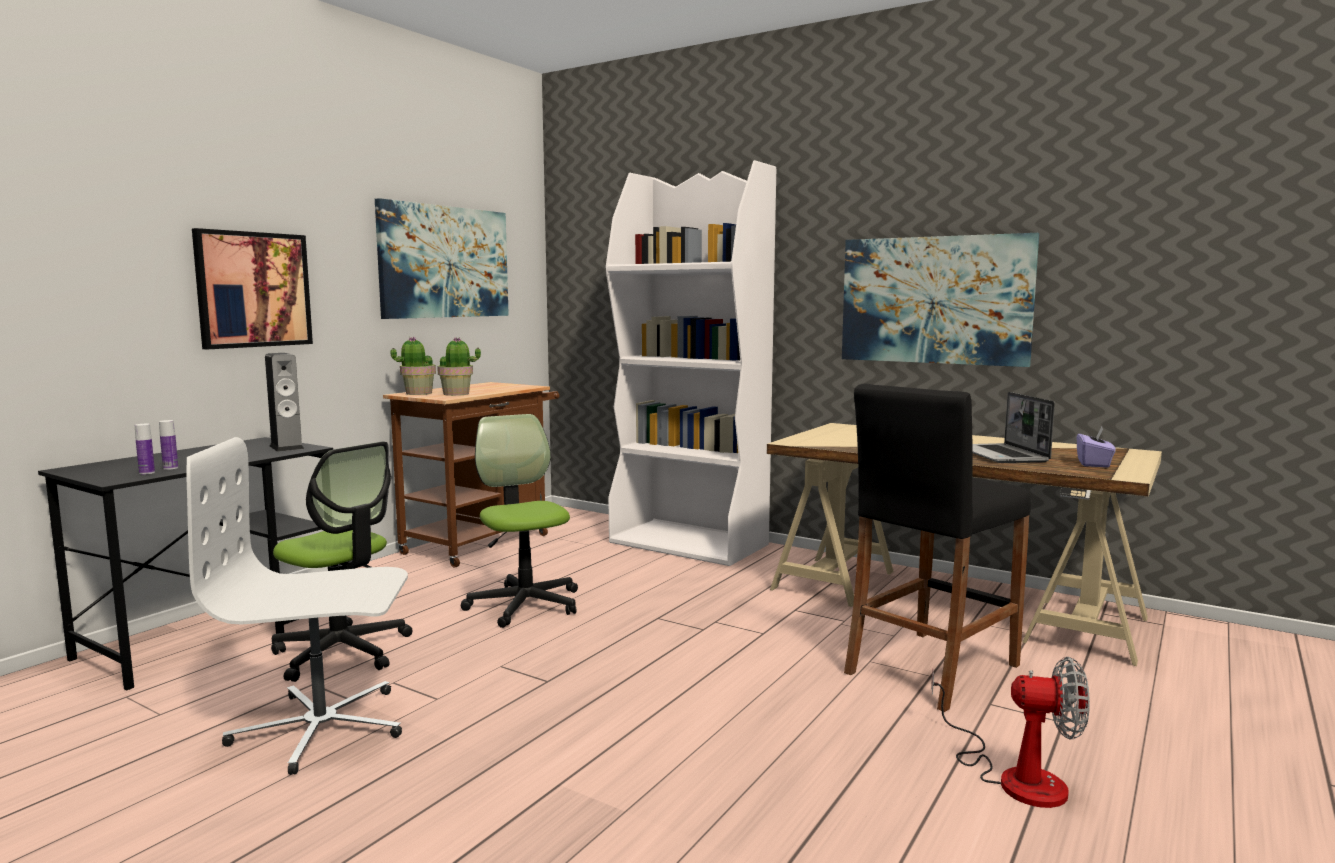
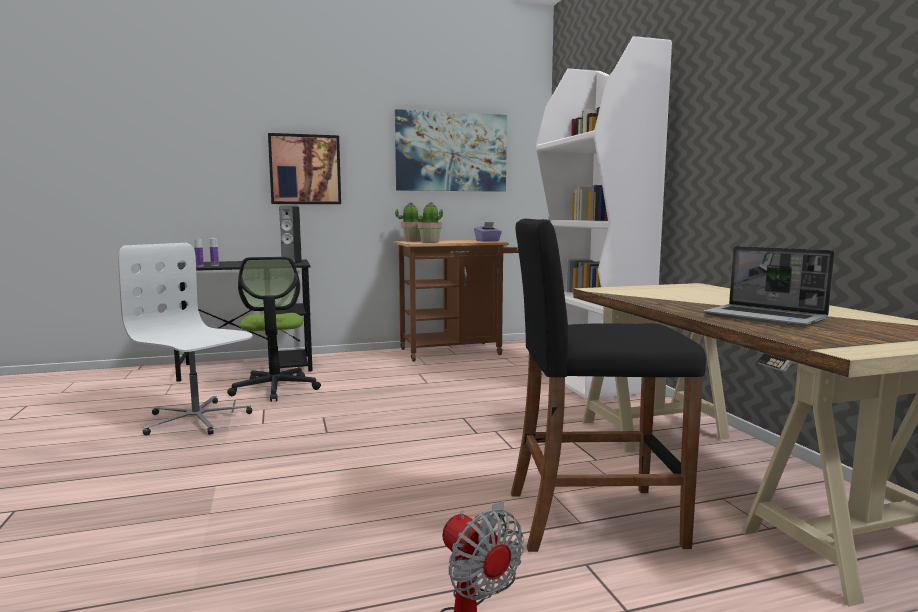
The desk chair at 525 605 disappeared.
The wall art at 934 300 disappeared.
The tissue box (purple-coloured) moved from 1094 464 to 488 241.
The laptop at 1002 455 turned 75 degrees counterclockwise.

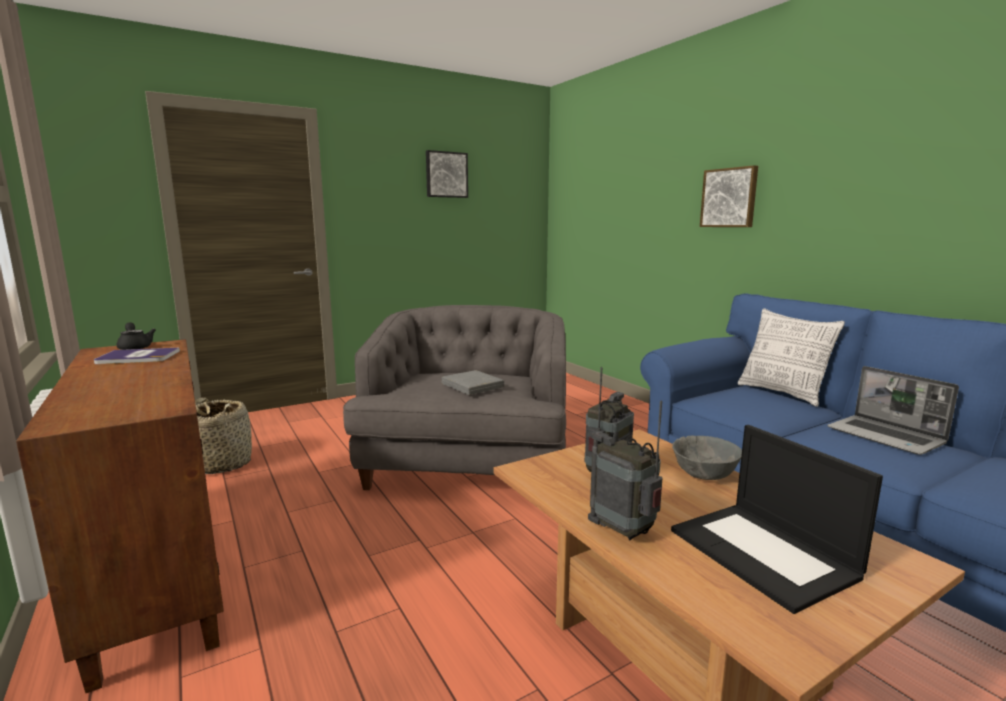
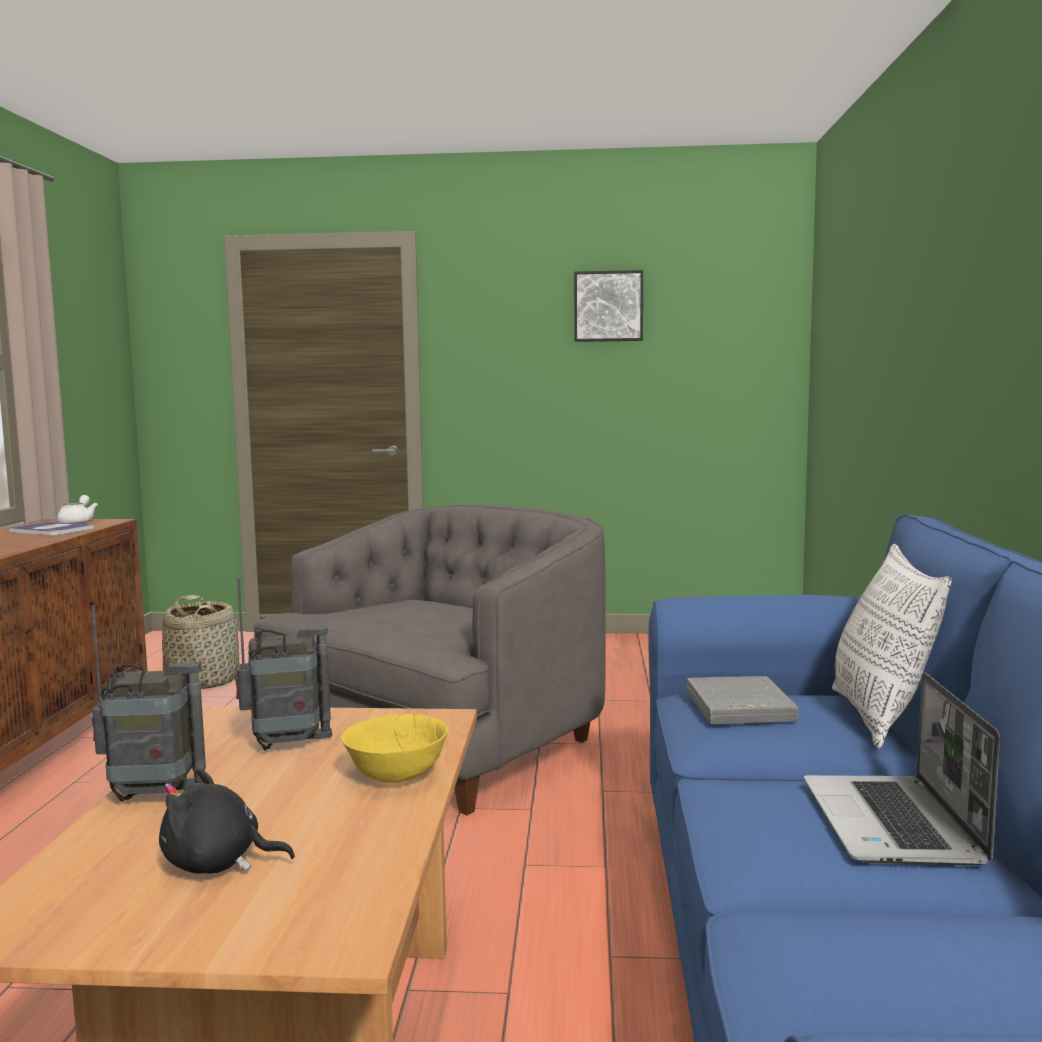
The wall art at 729 198 disappeared.
The bound book (gray) moved from 472 386 to 739 708.
The laptop at 764 553 was replaced by the soft toy (black-coloured) at 217 864.
The tea pot (black-coloured) at 135 347 became the tea pot (whitish) at 78 521.
The serving bowl (gray) at 704 475 became the serving bowl (yellow-coloured) at 395 776.
The radio receiver at 623 532 turned 90 degrees clockwise.

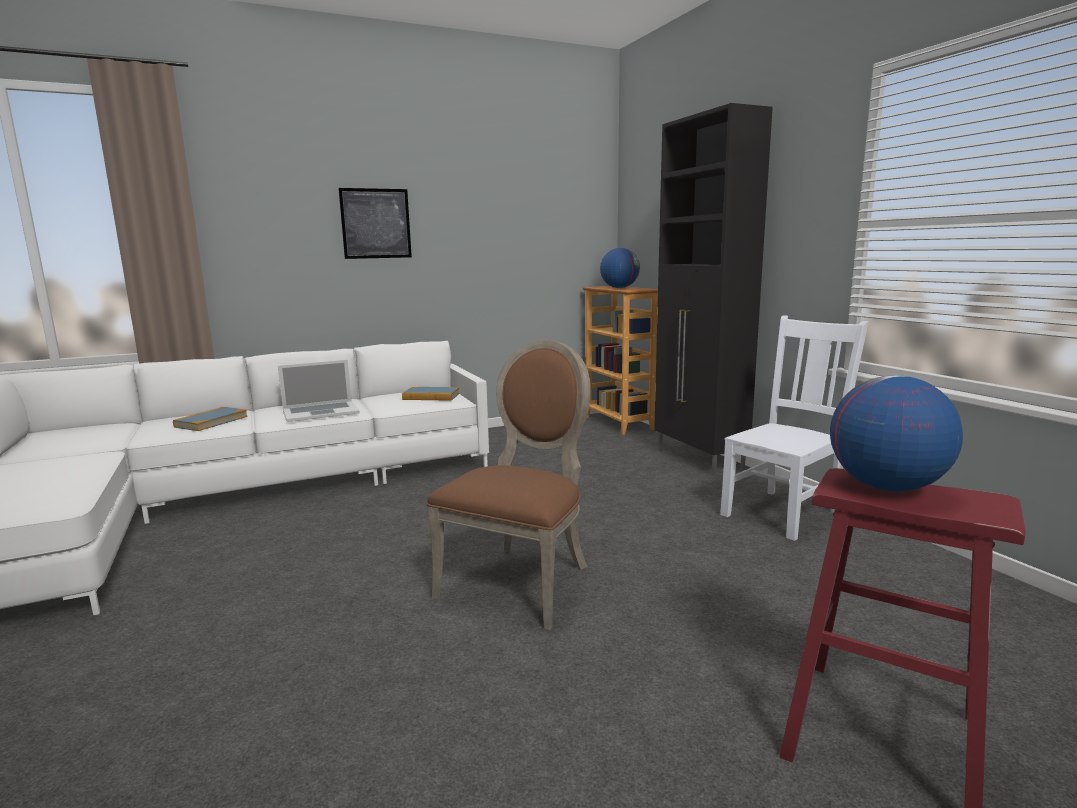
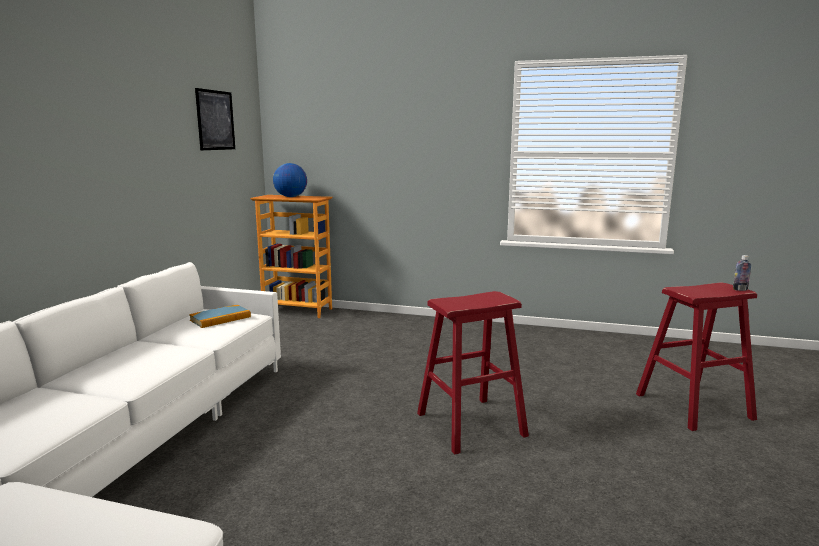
The bound book at 211 421 disappeared.
The laptop at 320 411 disappeared.
The storage cabinet (black-coloured) at 699 460 disappeared.
The chair (whitish) at 783 512 disappeared.
The world globe at 886 487 disappeared.
The bottle at 740 289 appeared.
The wall art moved from 376 223 to 215 120.
The chair (brownish) at 521 580 was replaced by the stool seat (reddish) at 470 424.

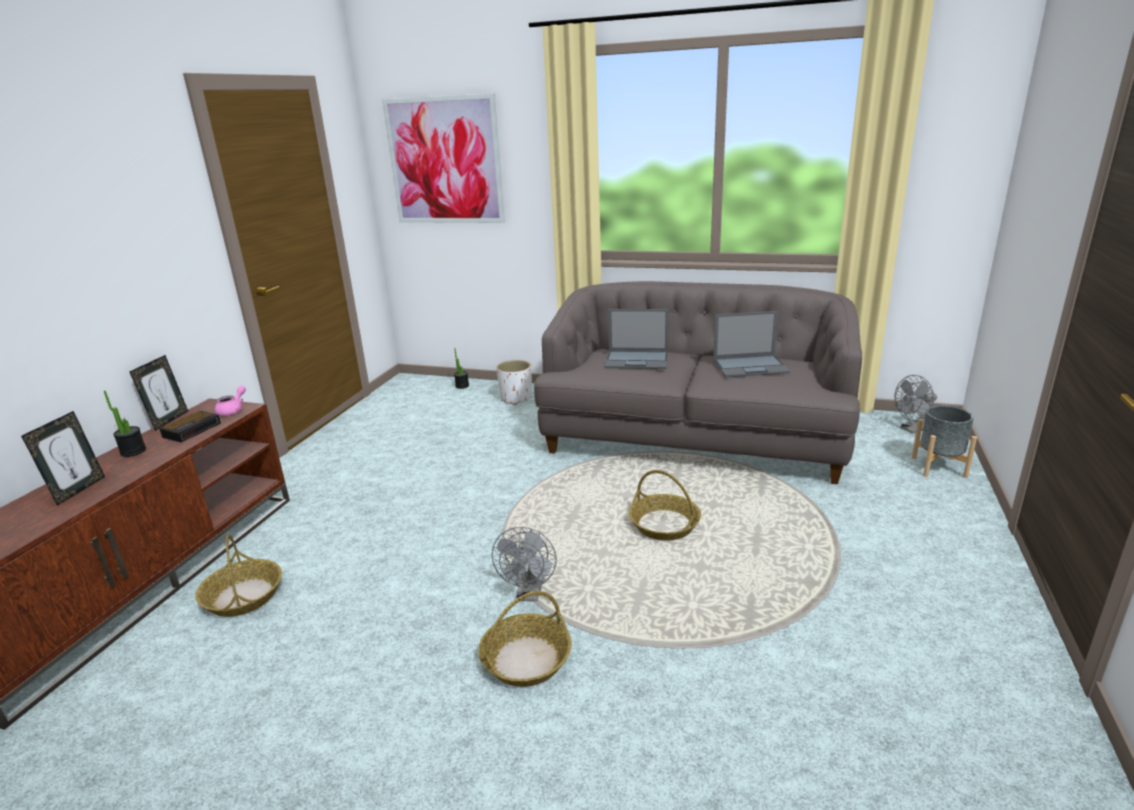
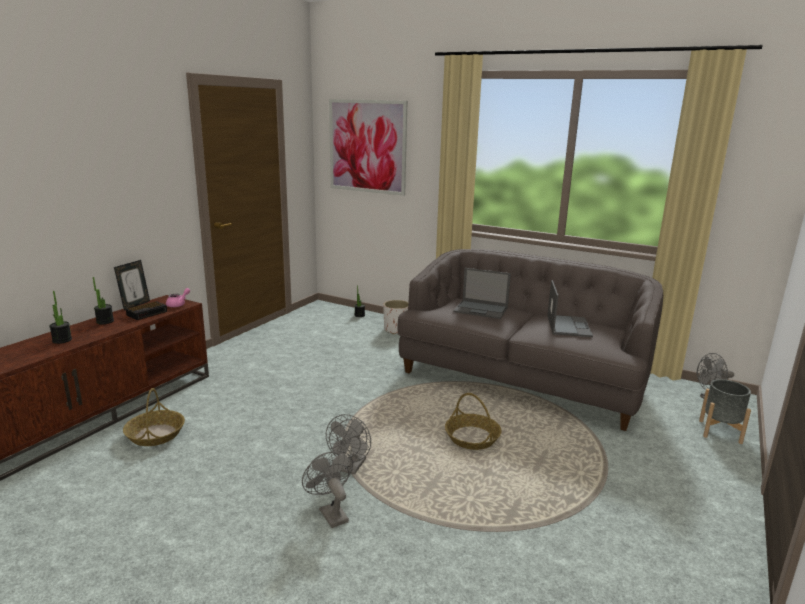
The standing frame at 78 490 was replaced by the plant in a pot at 62 340.
The storage basket at 526 660 was replaced by the electric fan (gray) at 330 513.
The laptop at 751 366 turned 90 degrees counterclockwise.

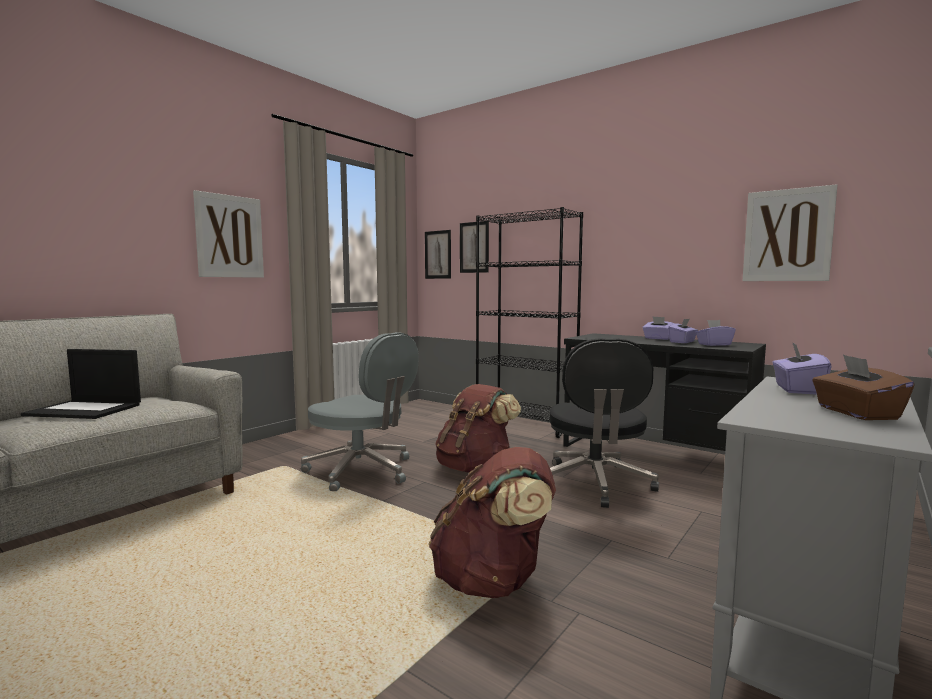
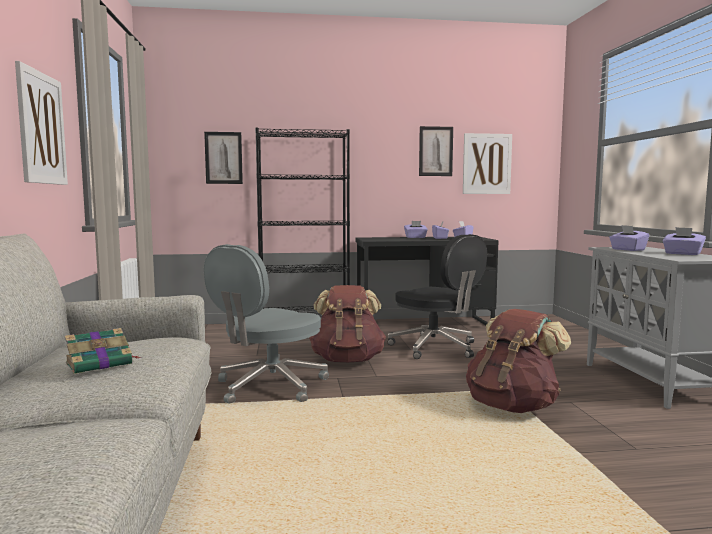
The wall art moved from 438 254 to 435 151.
The laptop at 86 410 was replaced by the bound book at 101 363.
The tissue box (brownish) at 856 413 became the tissue box (purple-coloured) at 682 254.
The desk chair (gray) at 362 471 turned 135 degrees clockwise.

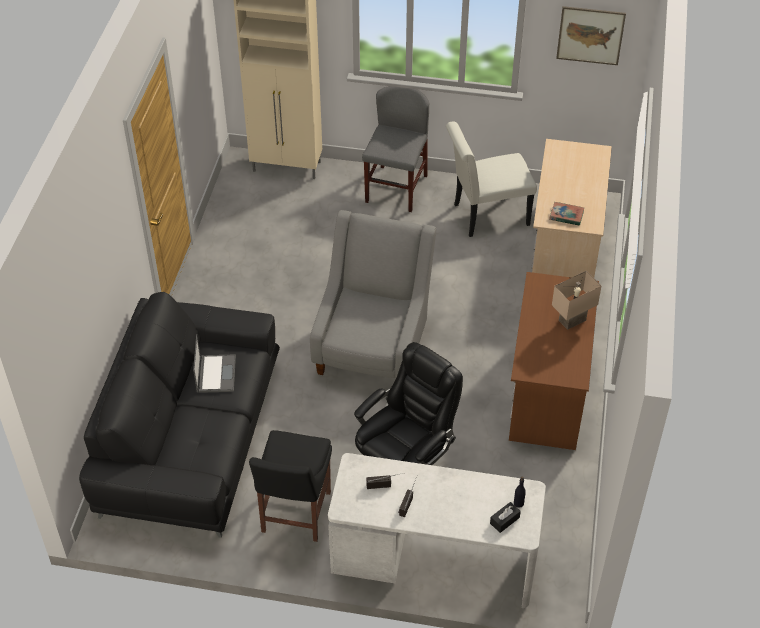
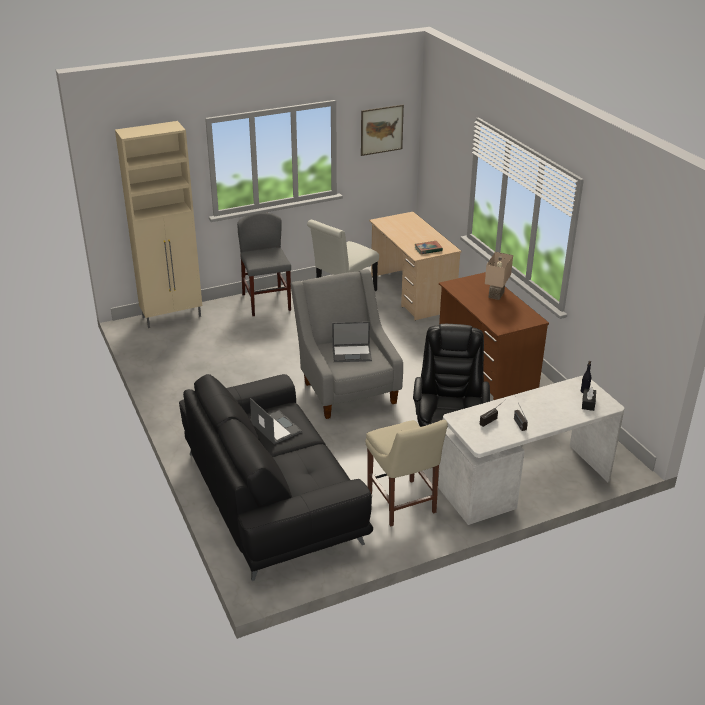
The laptop at 352 353 appeared.
The chair (black-coloured) at 294 515 became the chair (sand-coloured) at 402 505.

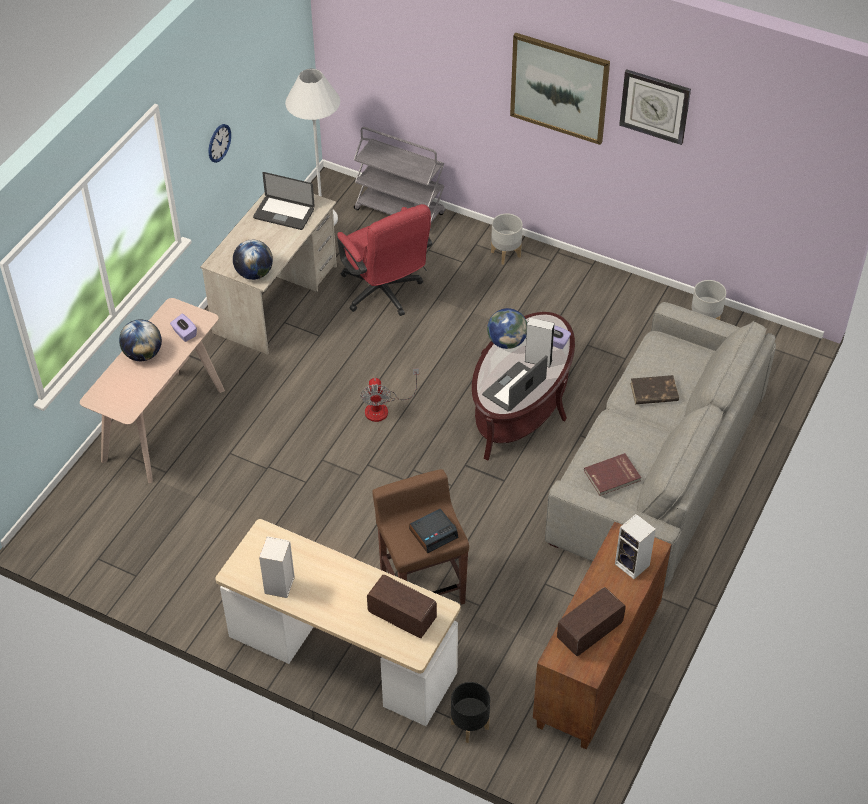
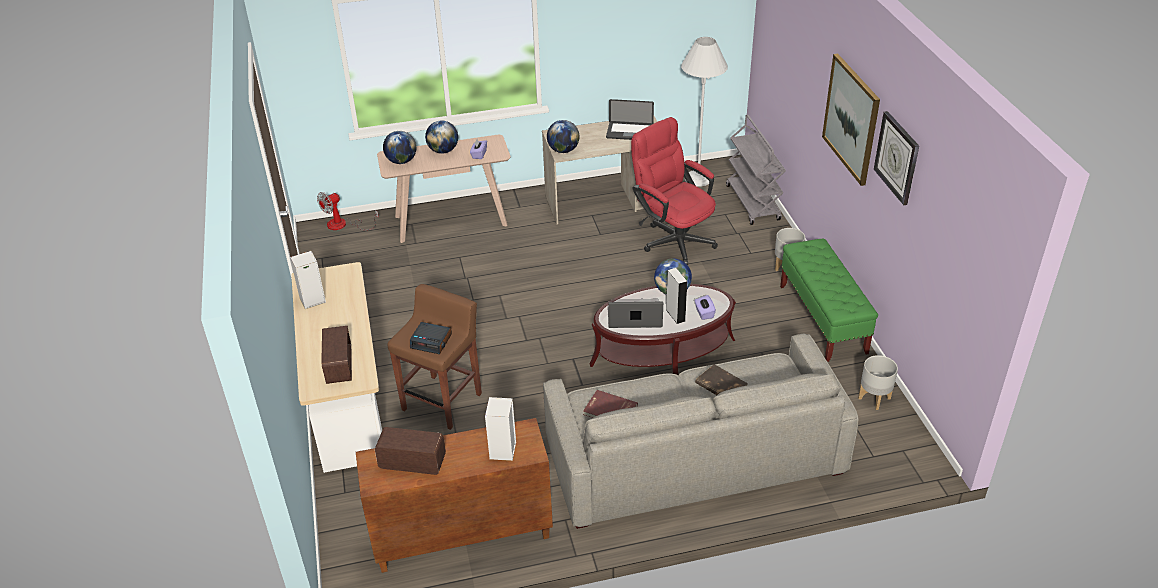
The clock on the wall at 219 143 disappeared.
The flower pot (black-coloured) at 469 726 disappeared.
The world globe at 401 161 appeared.
The bench (green) at 822 319 appeared.
The electric fan moved from 383 408 to 343 225.
The laptop at 284 214 turned 60 degrees counterclockwise.
The desk chair (reddish) at 385 294 turned 120 degrees clockwise.

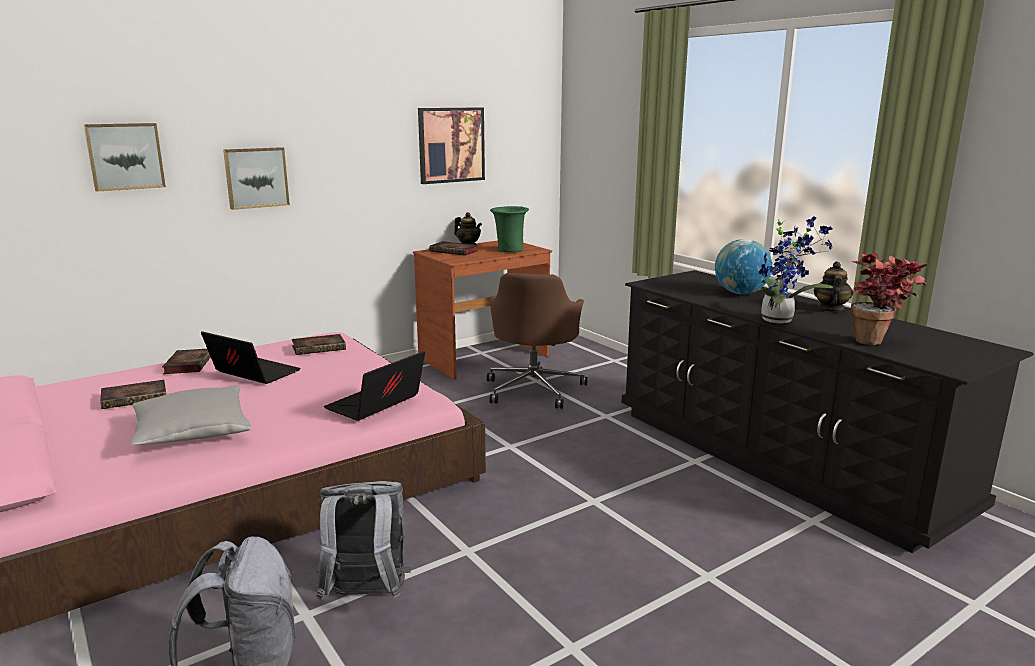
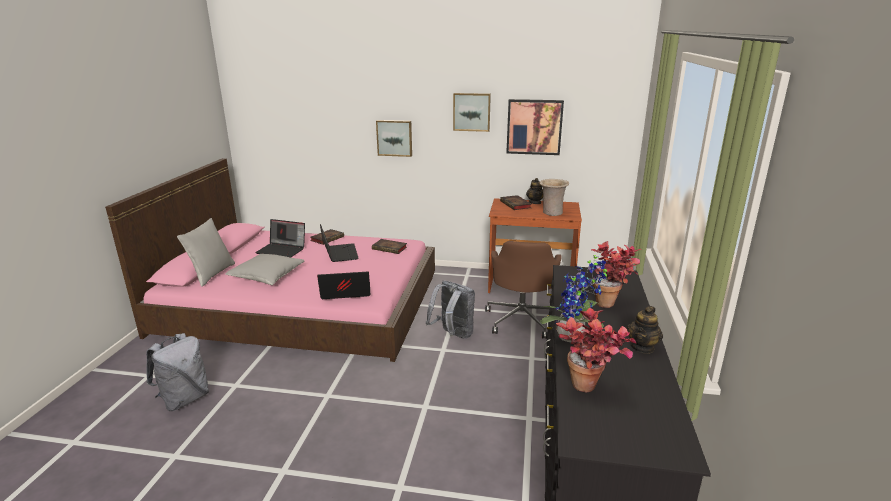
The pillow (gray) at 212 274 appeared.
The wall art moved from 125 156 to 471 112.
The knapsack (gray) moved from 366 596 to 453 335.
The bound book at 136 398 was replaced by the laptop at 282 250.
The world globe at 740 293 was replaced by the plant in a pot at 611 303.
The flower vase (green) at 509 250 became the flower vase (sand-coloured) at 551 213.
The desk chair (brownish) at 534 389 turned 45 degrees counterclockwise.
The tea pot at 830 309 turned 150 degrees clockwise.

